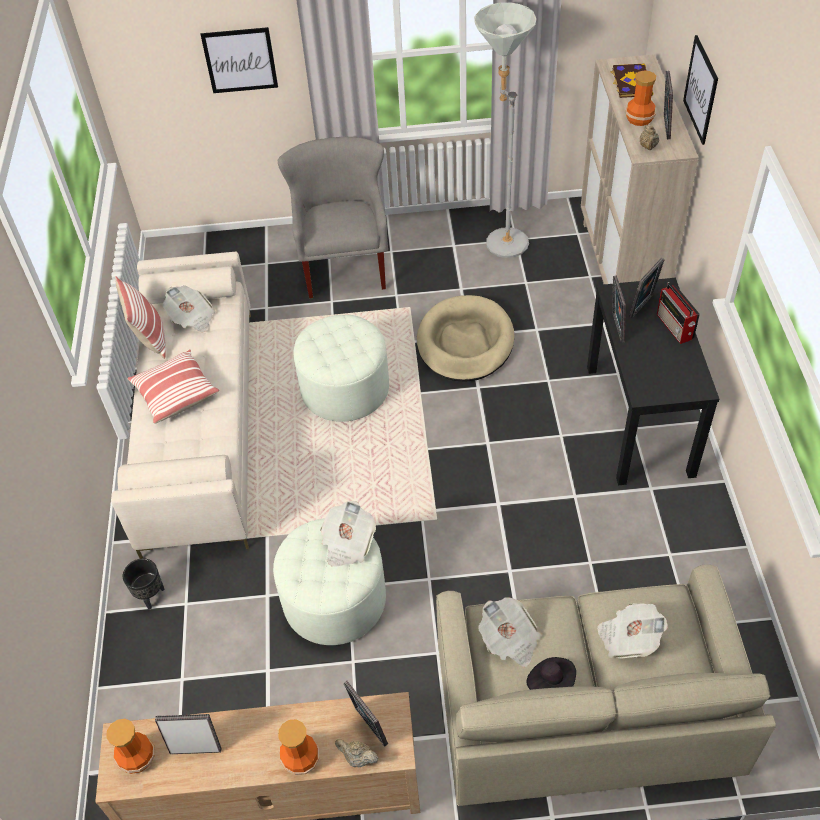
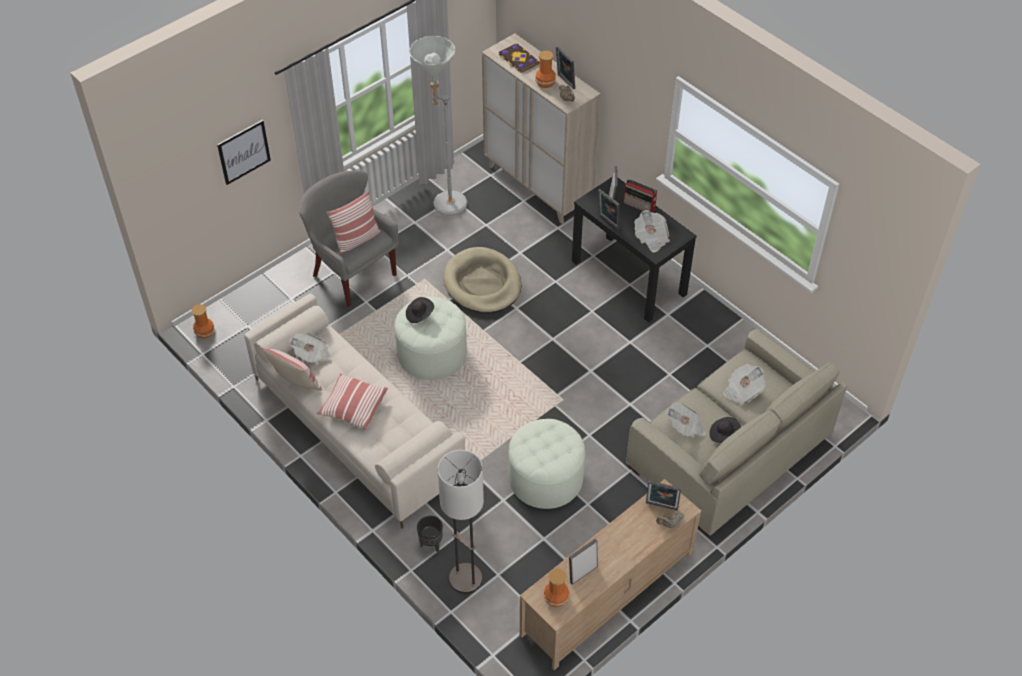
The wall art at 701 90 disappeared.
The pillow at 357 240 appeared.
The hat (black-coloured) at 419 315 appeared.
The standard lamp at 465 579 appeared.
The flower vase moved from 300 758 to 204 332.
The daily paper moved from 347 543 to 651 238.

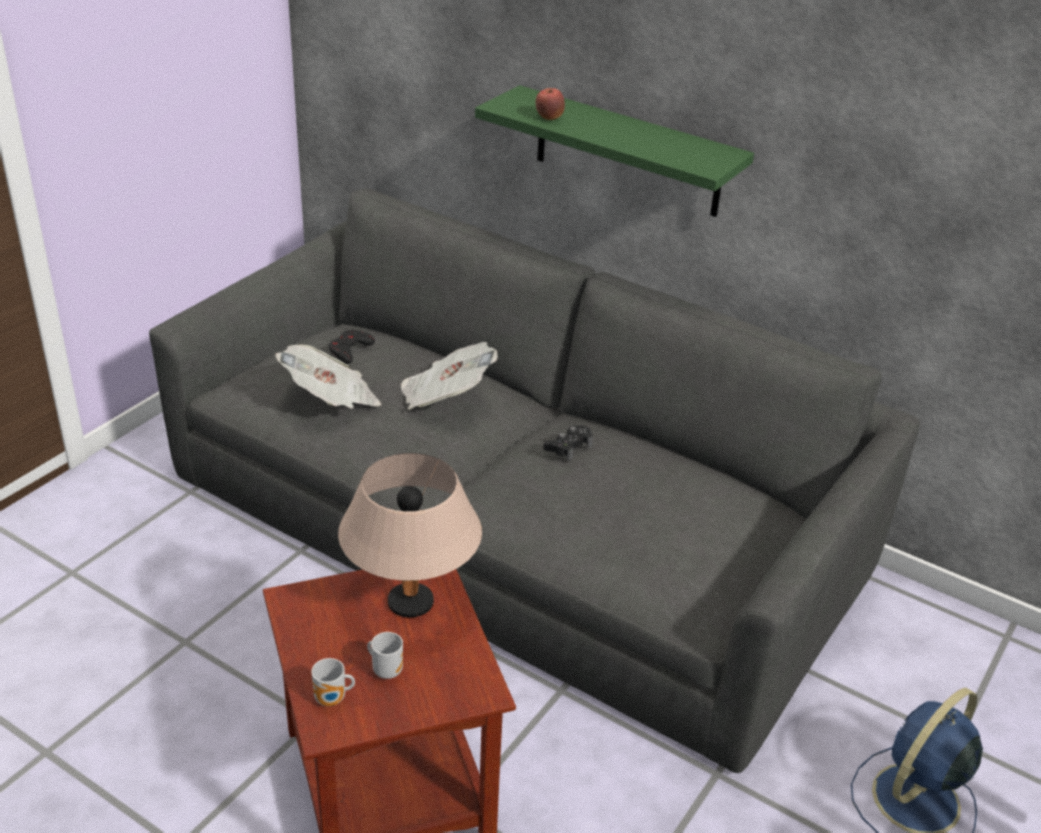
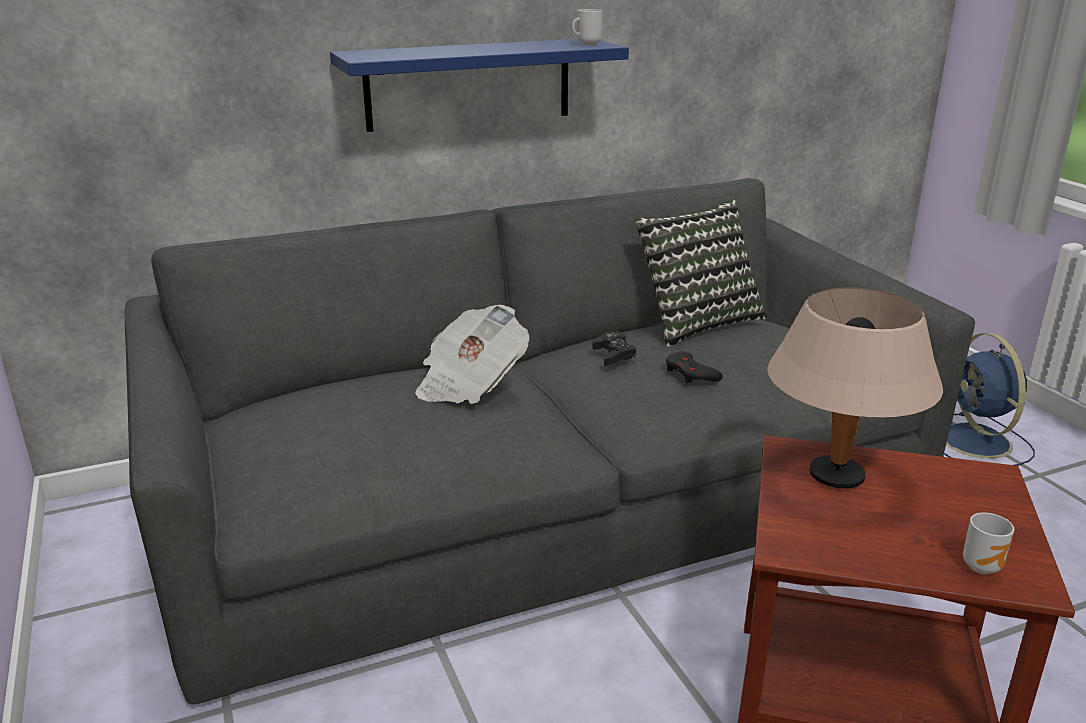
The daily paper at 331 400 disappeared.
The apple fruit at 549 118 disappeared.
The pillow at 697 322 appeared.
The game controller (black-coloured) moved from 349 350 to 690 374.
The tea mug moved from 386 670 to 587 44.
The bracket shelf (green) at 628 152 became the bracket shelf (bluish) at 469 84.

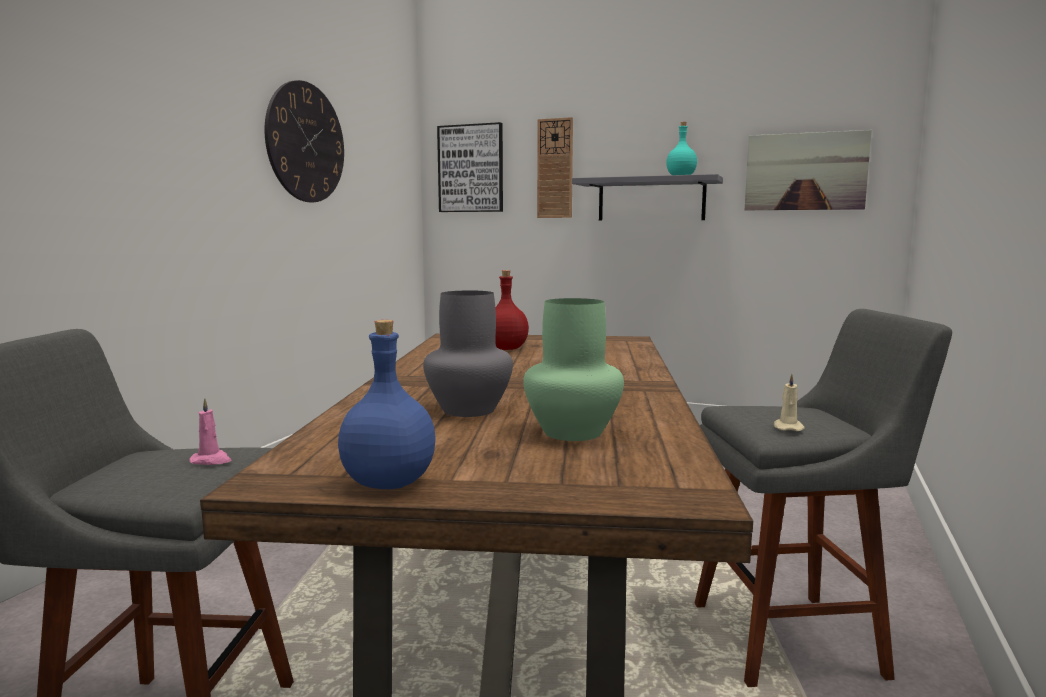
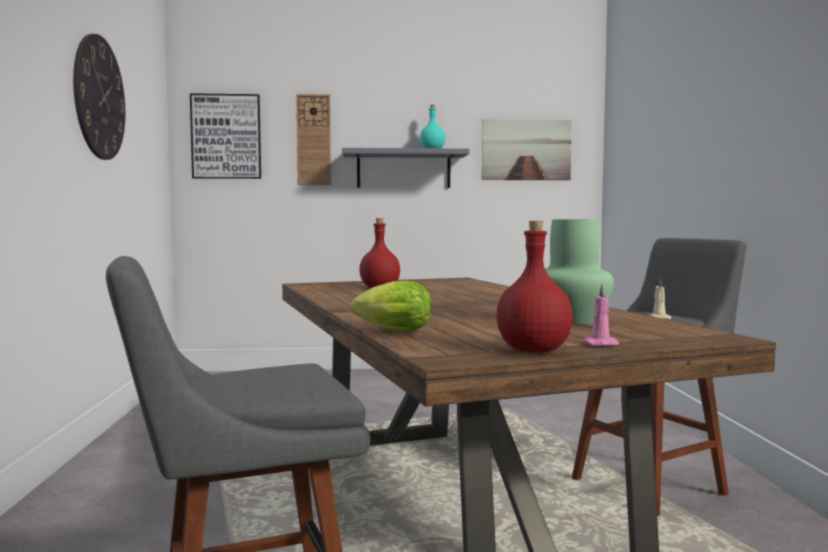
The flower vase (gray) at 468 409 disappeared.
The head of lettuce at 390 331 appeared.
The candle (pinkish) moved from 211 461 to 601 344.
The bottle (bluish) at 390 483 became the bottle (reddish) at 535 350.

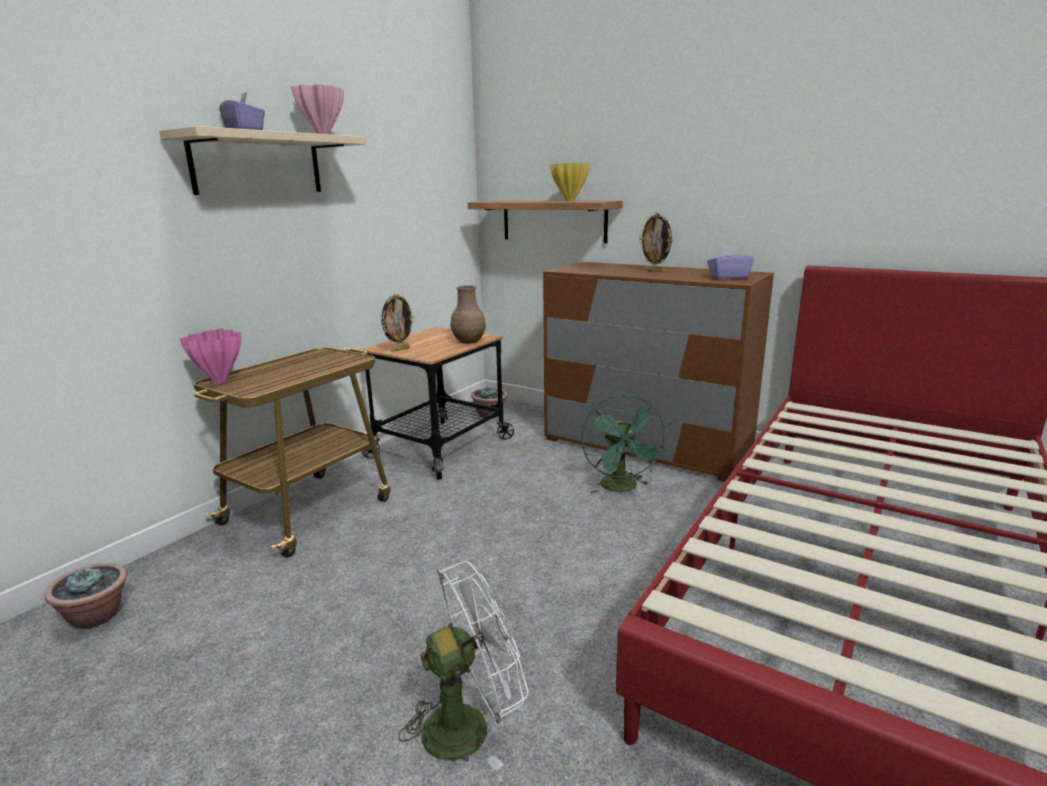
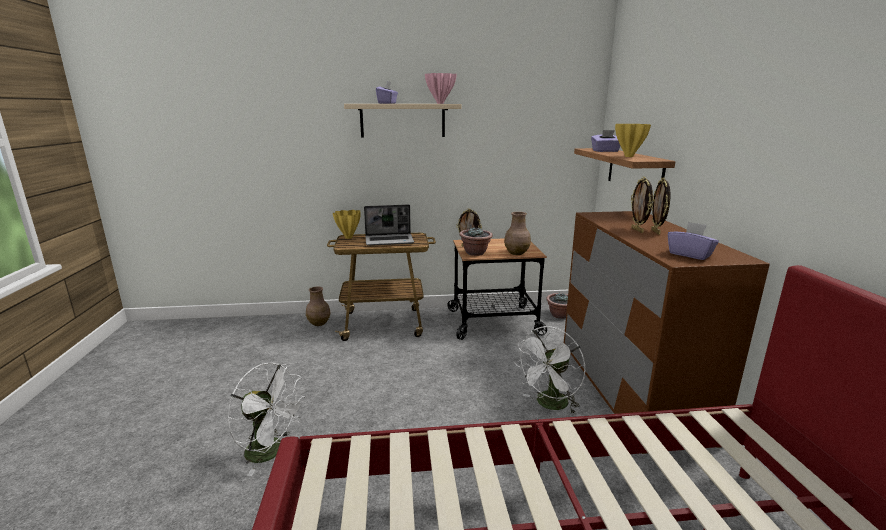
The flower vase (brownish) at 319 323 appeared.
The laptop at 390 241 appeared.
The tissue box (purple-coloured) at 605 151 appeared.
The standing frame at 638 230 appeared.
The plant in a pot moved from 97 617 to 475 253.
The flower vase (pinkish) at 219 382 became the flower vase (yellow-coloured) at 348 238.
The electric fan (green) at 622 488 became the electric fan (whitish) at 549 405.

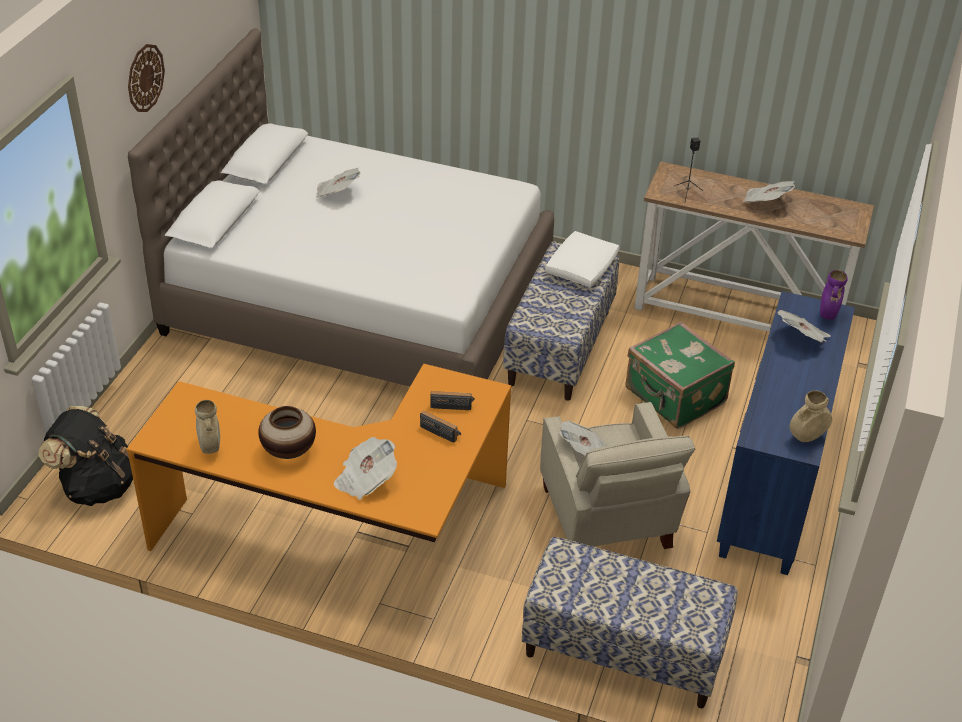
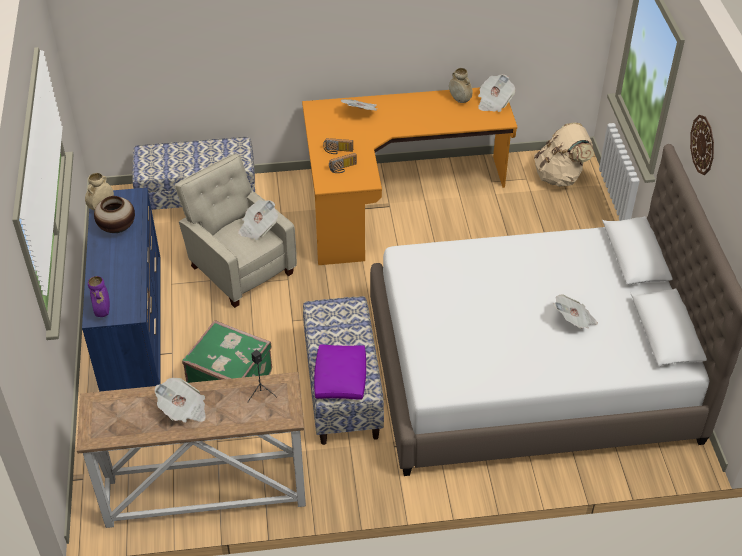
The flower vase moved from 288 451 to 117 228.
The daily paper moved from 802 338 to 494 102.
The knapsack (black-coloured) at 97 485 became the knapsack (sand-coloured) at 560 176.
The pillow (whitish) at 581 267 became the pillow (purple-coloured) at 340 379.

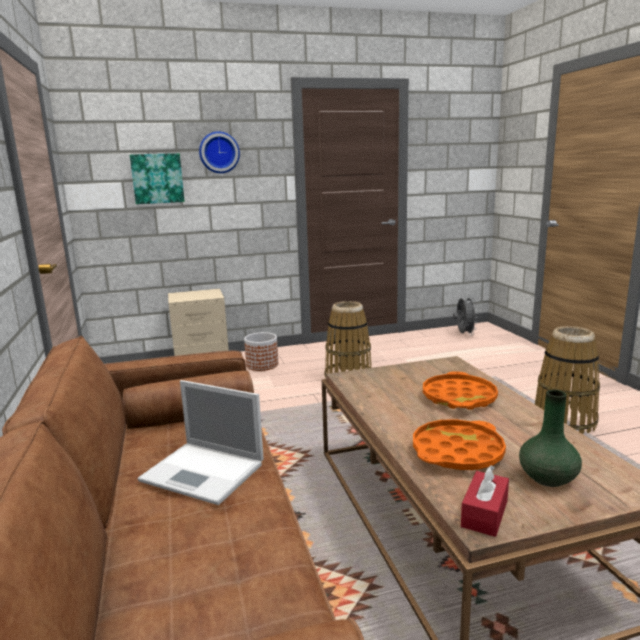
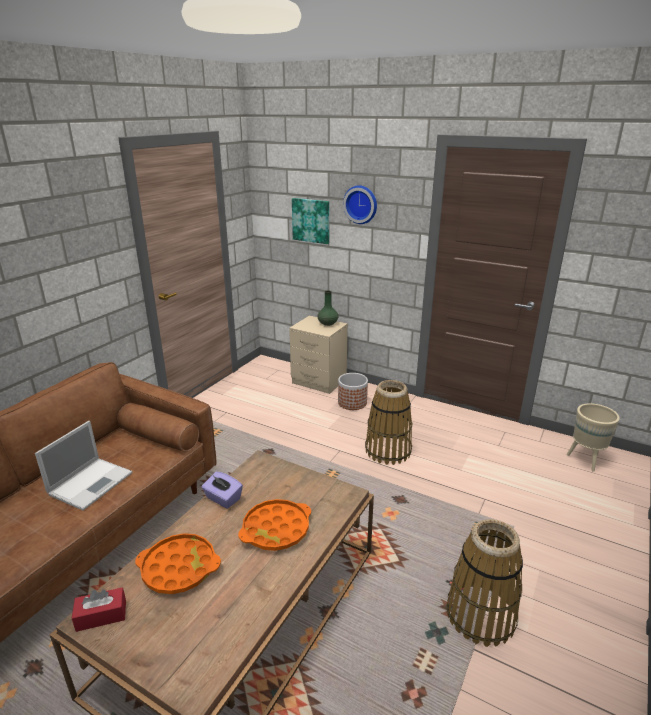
The tissue box (purple-coloured) at 223 499 appeared.
The flower vase (green) moved from 548 478 to 327 323.
The electric fan (gray) at 464 334 was replaced by the flower pot (sand-coloured) at 585 460.
The laptop at 204 472 turned 135 degrees counterclockwise.

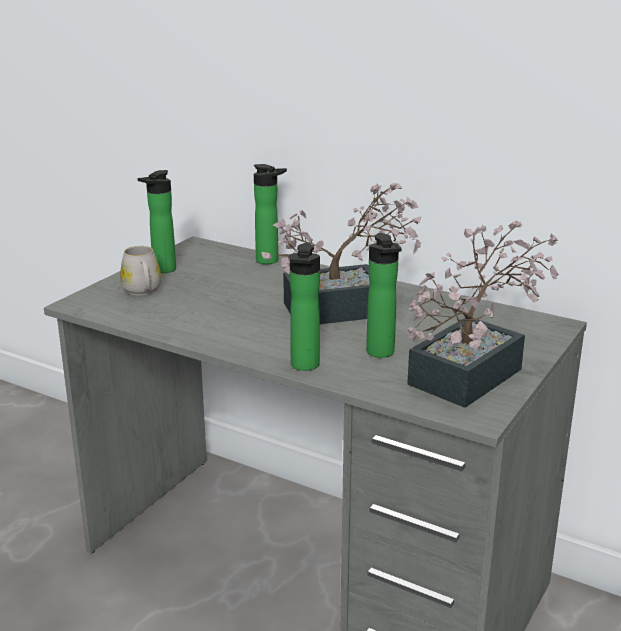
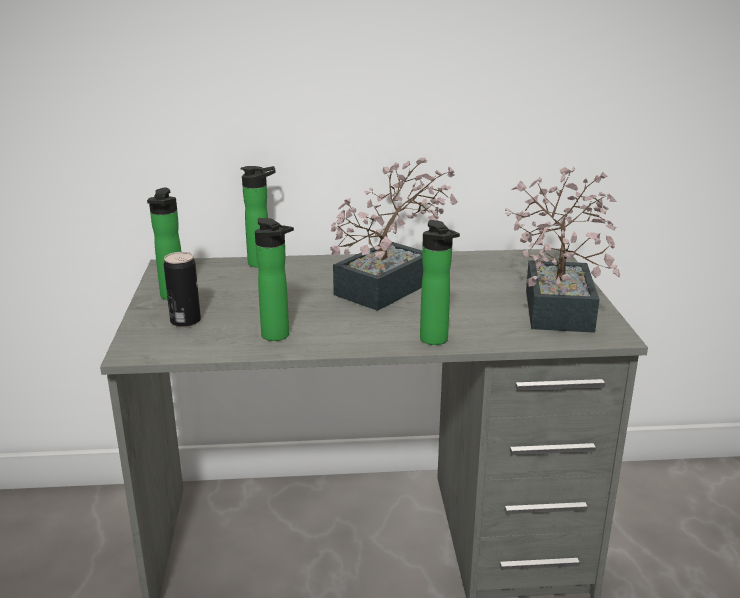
The bottle moved from 381 354 to 278 336.
The tea mug (whitish) at 143 291 was replaced by the sealed can at 185 321.

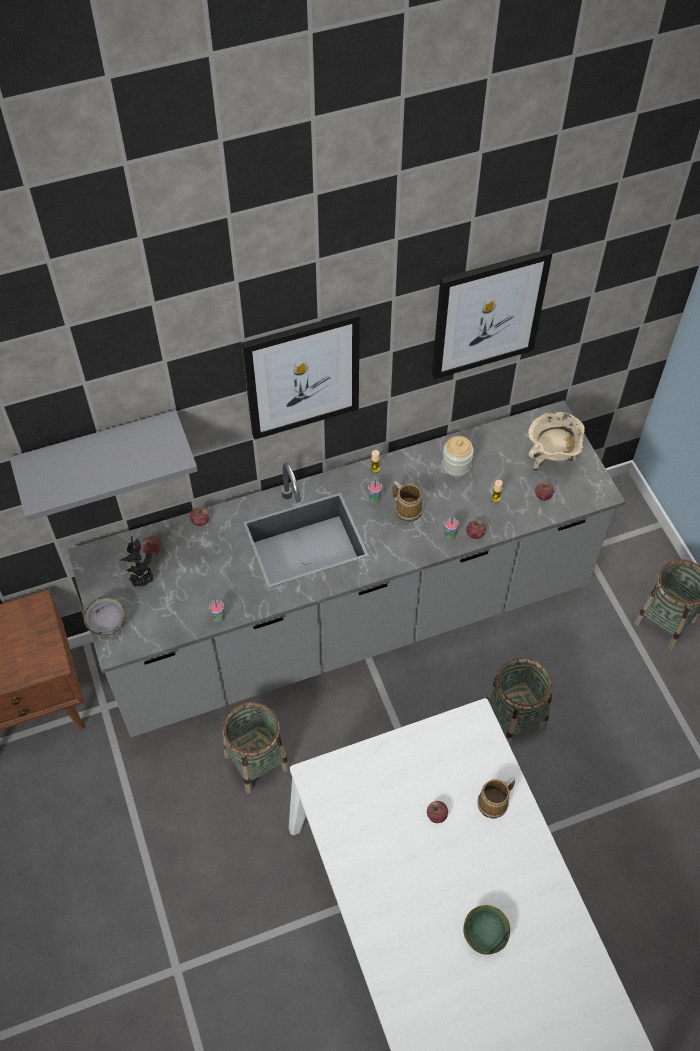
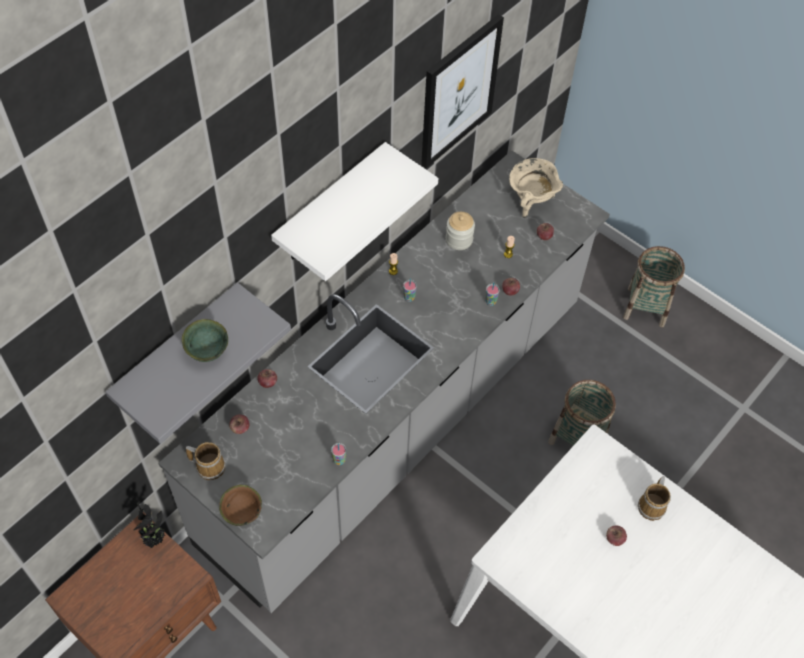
The storage basket at 257 761 disappeared.
The plant in a pot moved from 143 581 to 155 538.
The tea mug moved from 407 509 to 209 466.
The serving bowl (green) moved from 484 934 to 208 351.
The wall art at 302 375 was replaced by the bracket shelf (whitish) at 330 206.
The serving bowl (gray) at 109 625 became the serving bowl (brownish) at 243 513.

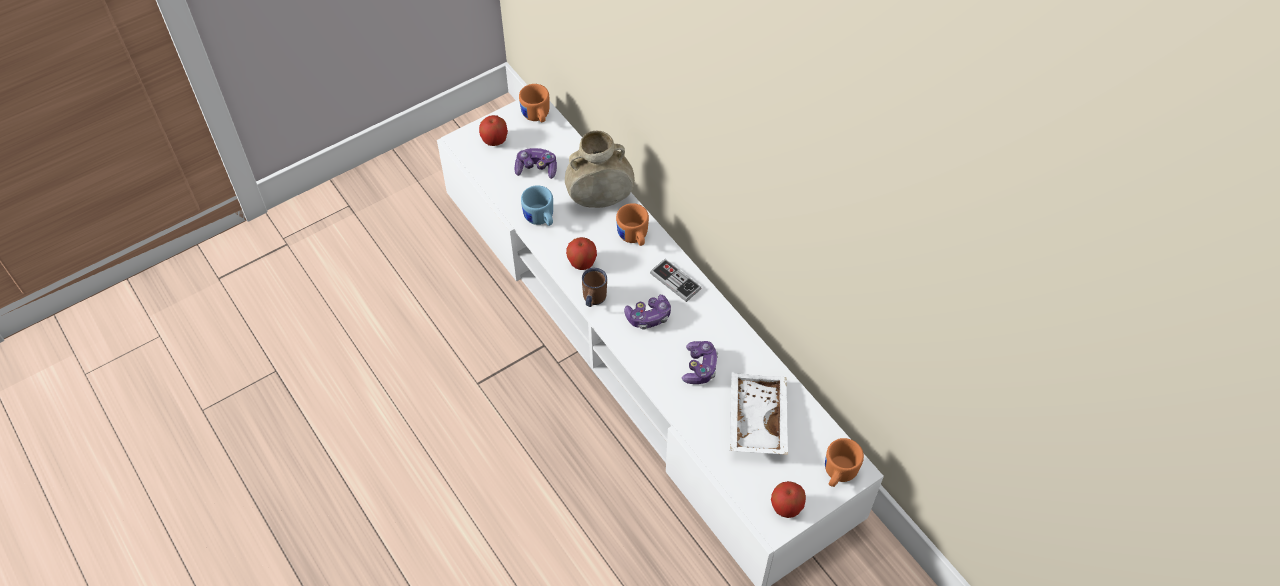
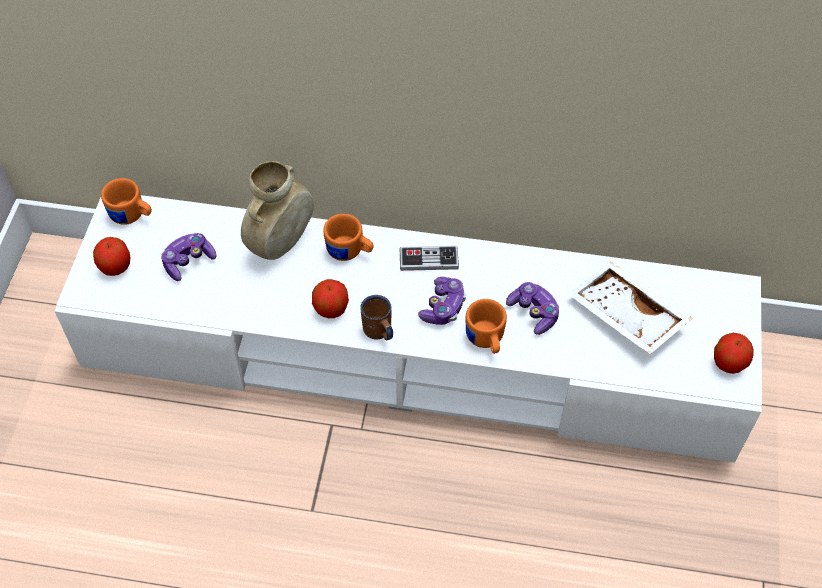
The tea mug (bluish) at 540 219 disappeared.
The tea mug (orangey) moved from 837 473 to 485 340.

